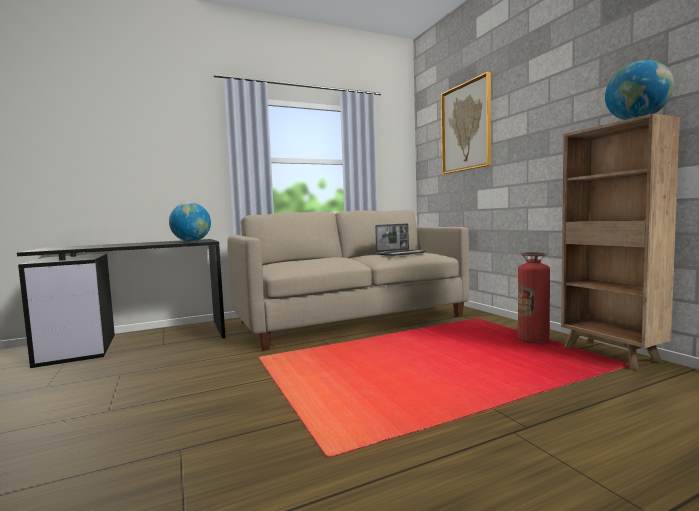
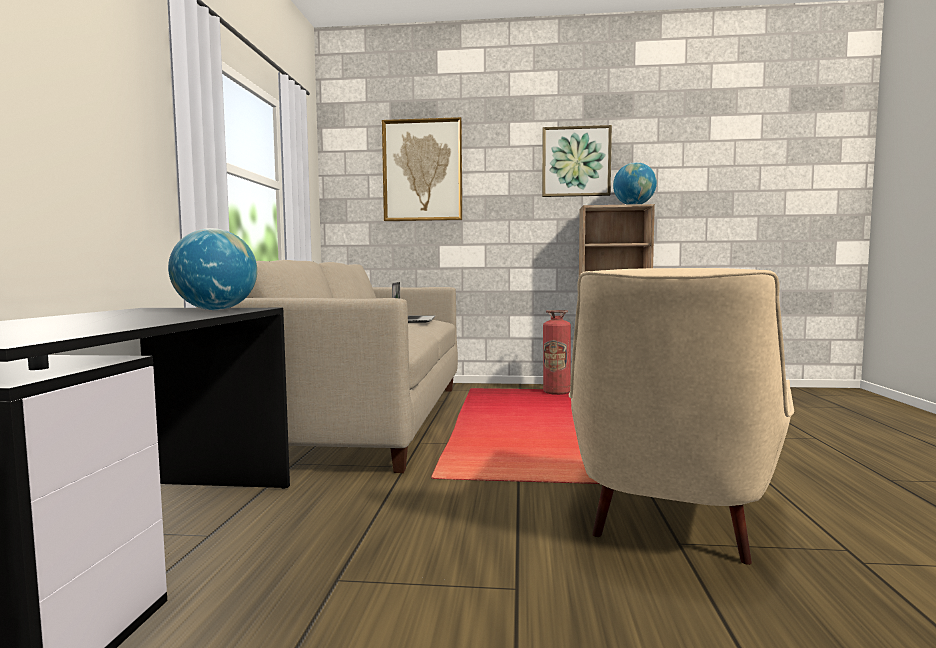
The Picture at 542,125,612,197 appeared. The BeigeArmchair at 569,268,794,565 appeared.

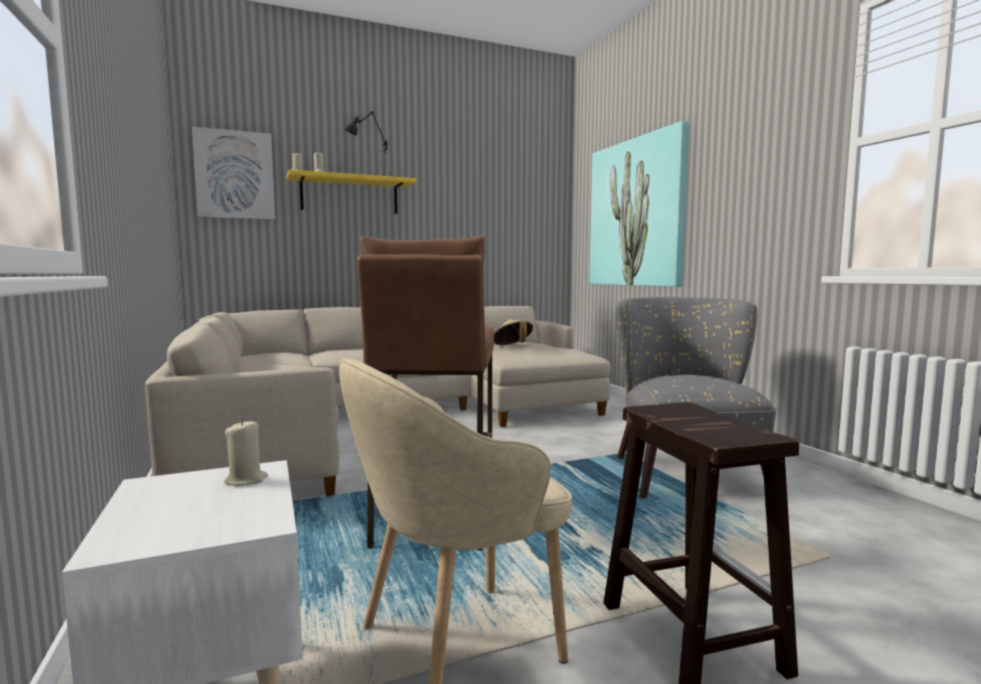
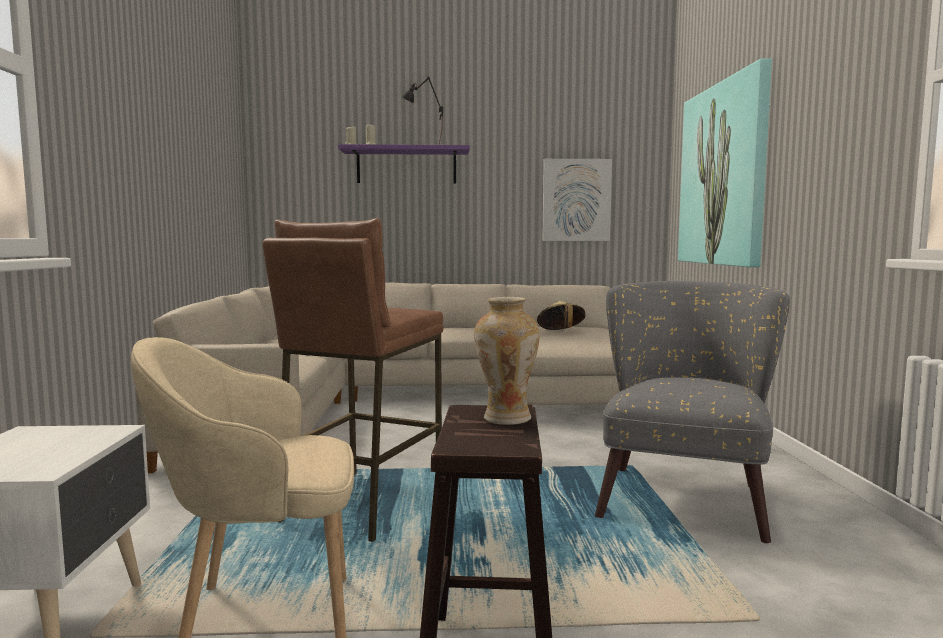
The Picture moved from 192,127,275,220 to 542,159,612,241. The YellowShelf at 287,170,417,214 became the PurpleShelf at 338,144,470,183. The BeigeCandle at 224,419,268,486 disappeared. The Vase at 474,297,539,425 appeared.

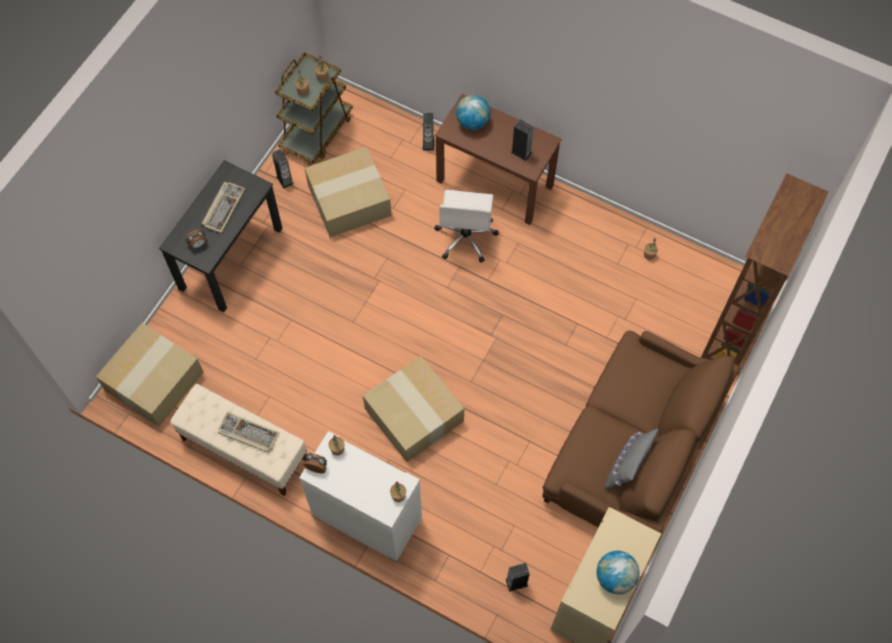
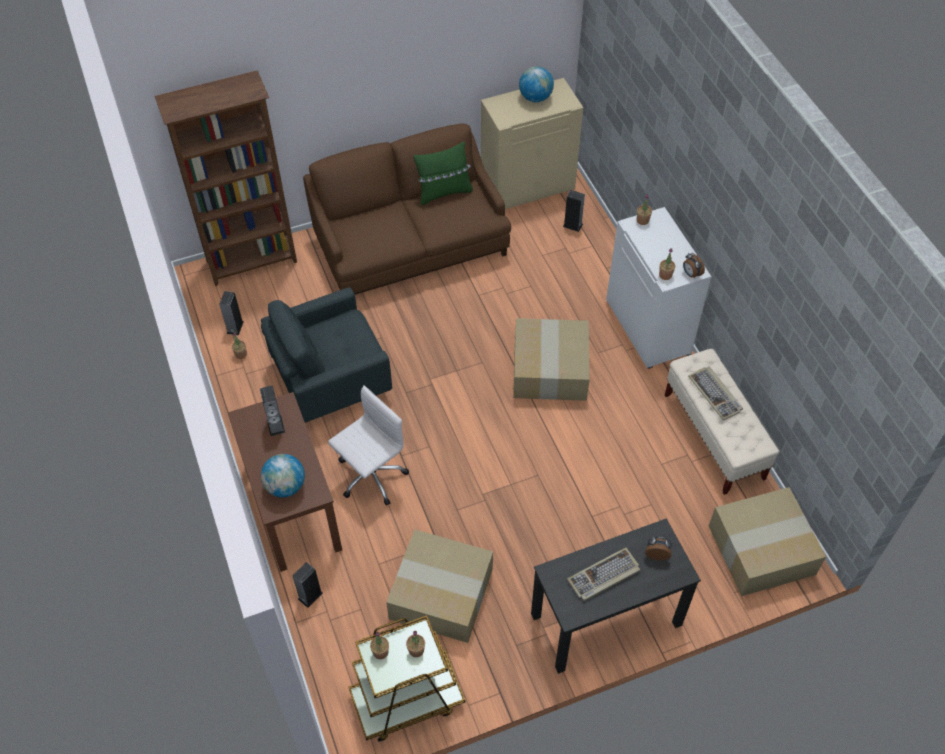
The Speaker moved from 272,149,294,188 to 219,291,244,335. The GreyPillow at 604,429,658,489 became the GreenPillow at 413,142,473,205. The GreyArmchair at 261,287,392,423 appeared.

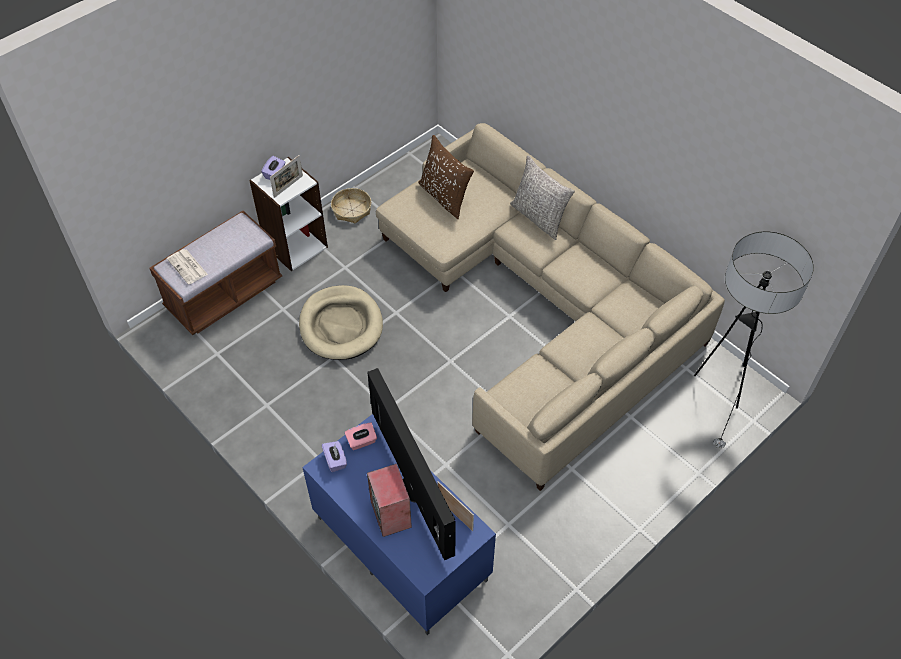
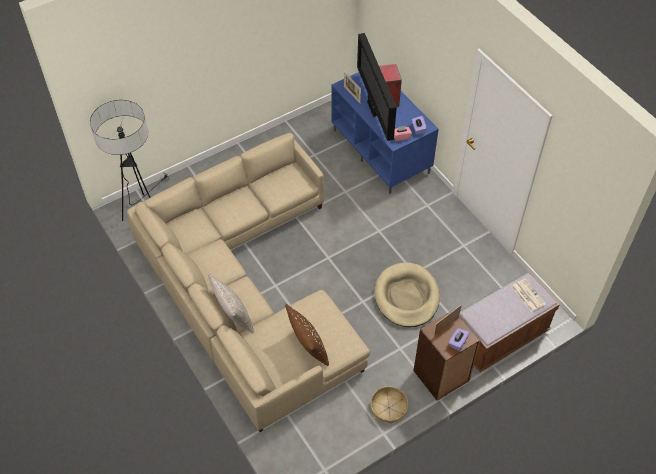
The WhiteBookcase at 249,157,328,271 became the BrownBookcase at 413,310,481,401.

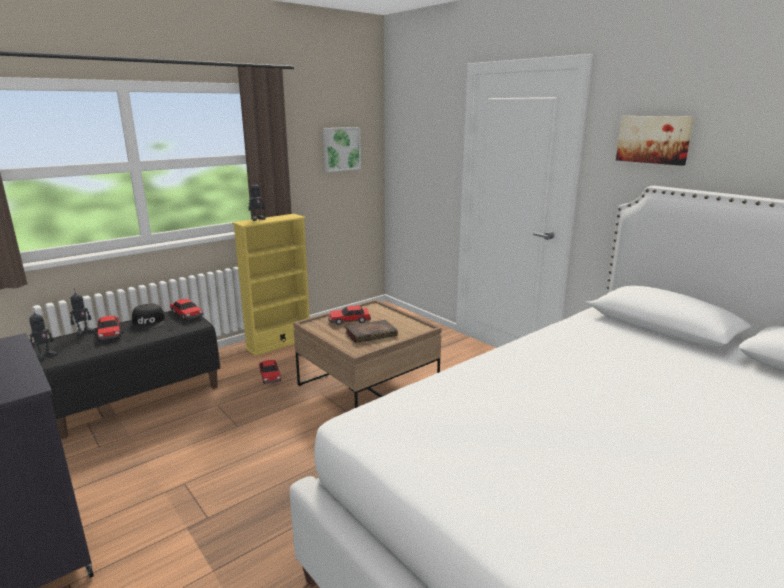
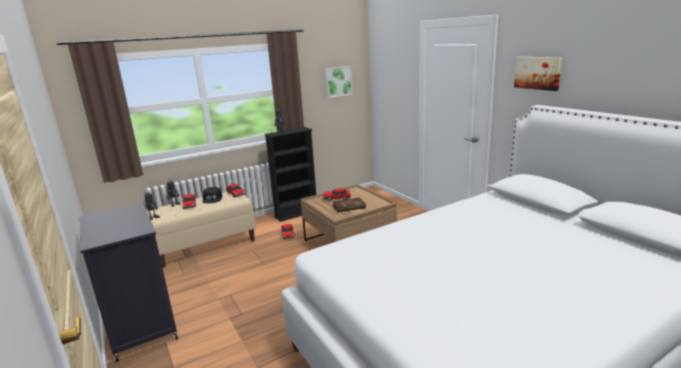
The YellowBookcase at 232,214,310,356 became the BlackBookcase at 264,127,316,222. The BlackBench at 33,310,220,439 became the BeigeBench at 147,191,256,268.

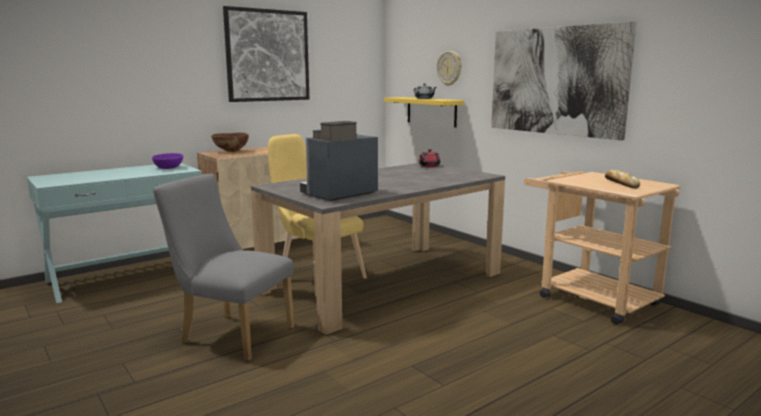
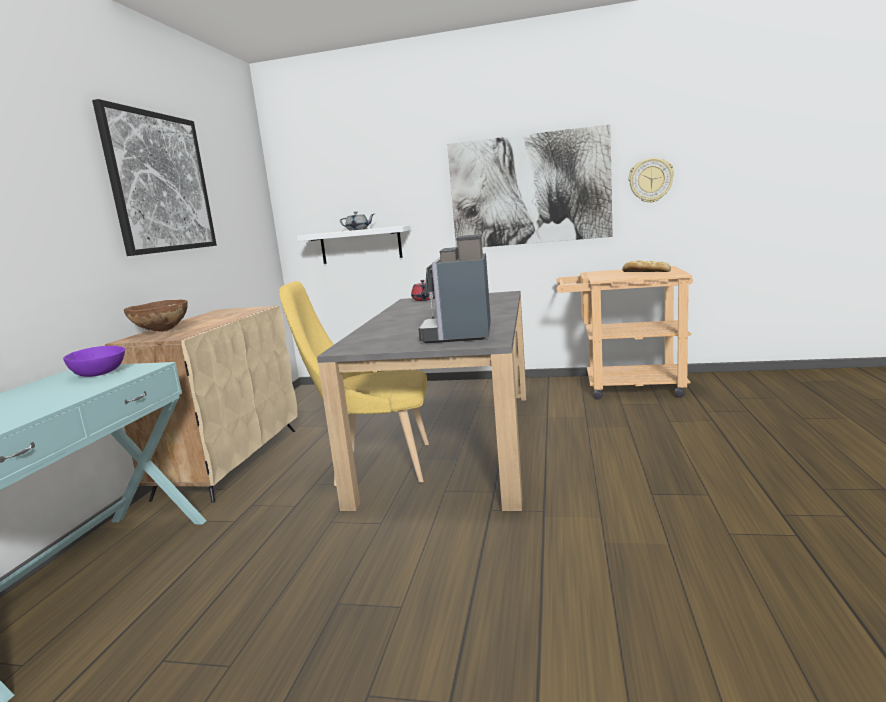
The WallClock moved from 437,51,462,86 to 629,158,674,203. The YellowShelf at 384,97,465,127 became the WhiteShelf at 297,225,411,264. The GreyChair at 153,174,294,361 disappeared.

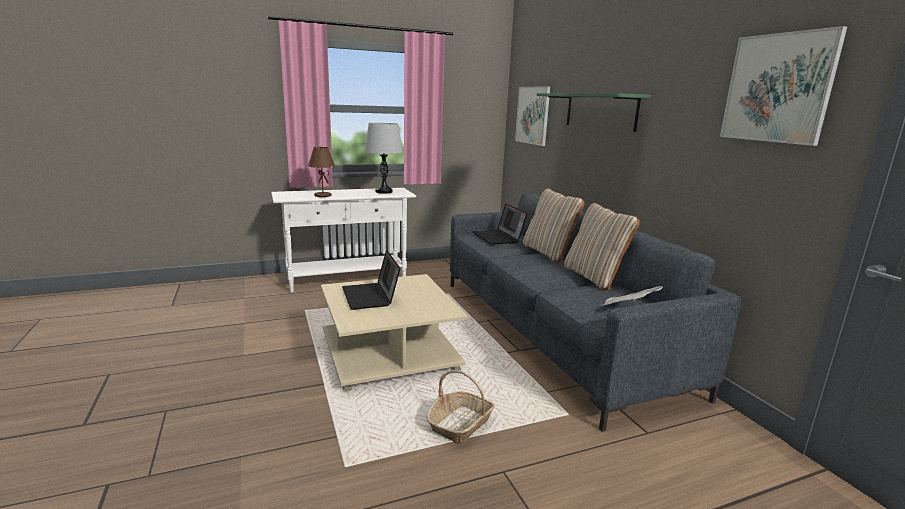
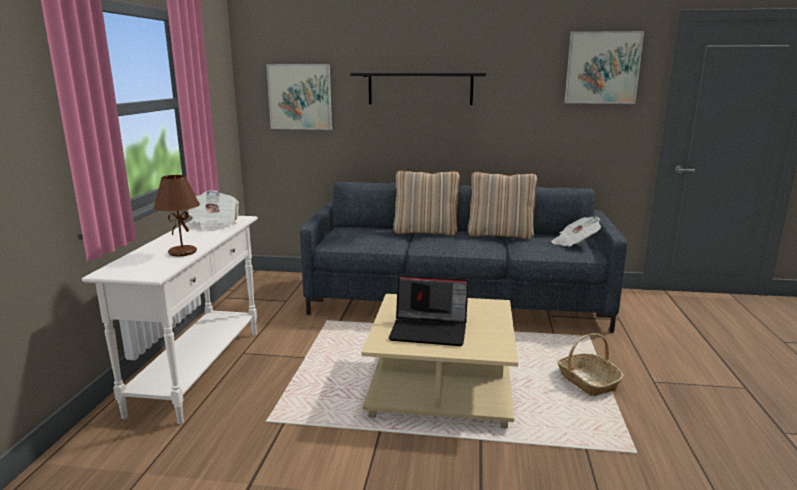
The GreenShelf at 537,93,651,132 became the BlackShelf at 350,73,486,105. The GreyTableLamp at 365,123,403,194 was replaced by the Newspaper at 187,190,239,232. The Laptop at 472,203,527,245 disappeared.

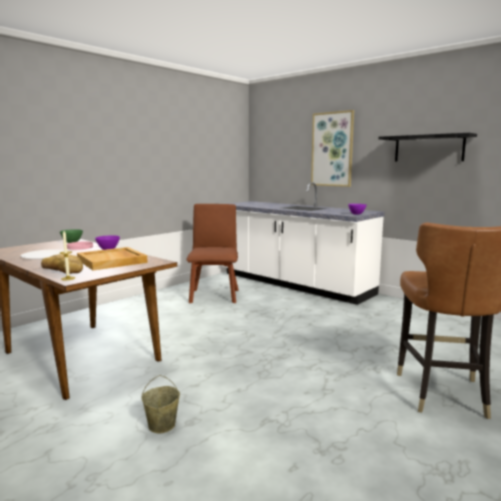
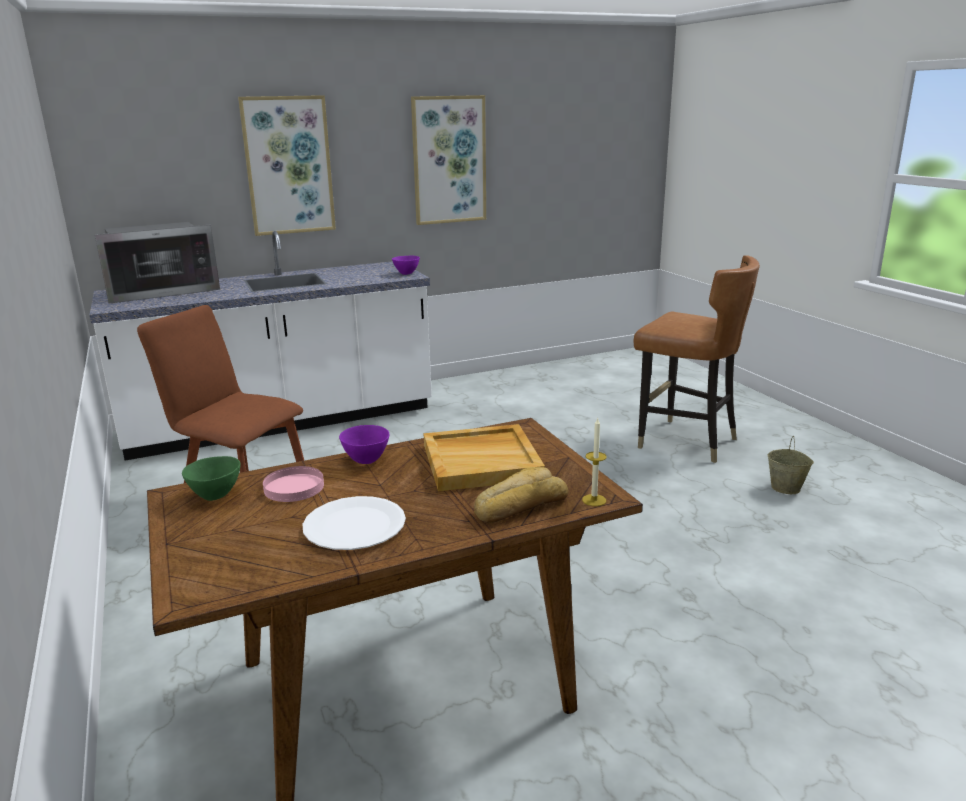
The BlackShelf at 378,133,477,162 was replaced by the Picture at 411,95,486,225. The BeigeBucket moved from 142,375,180,434 to 768,436,814,494. The Microwave at 95,222,220,304 appeared.

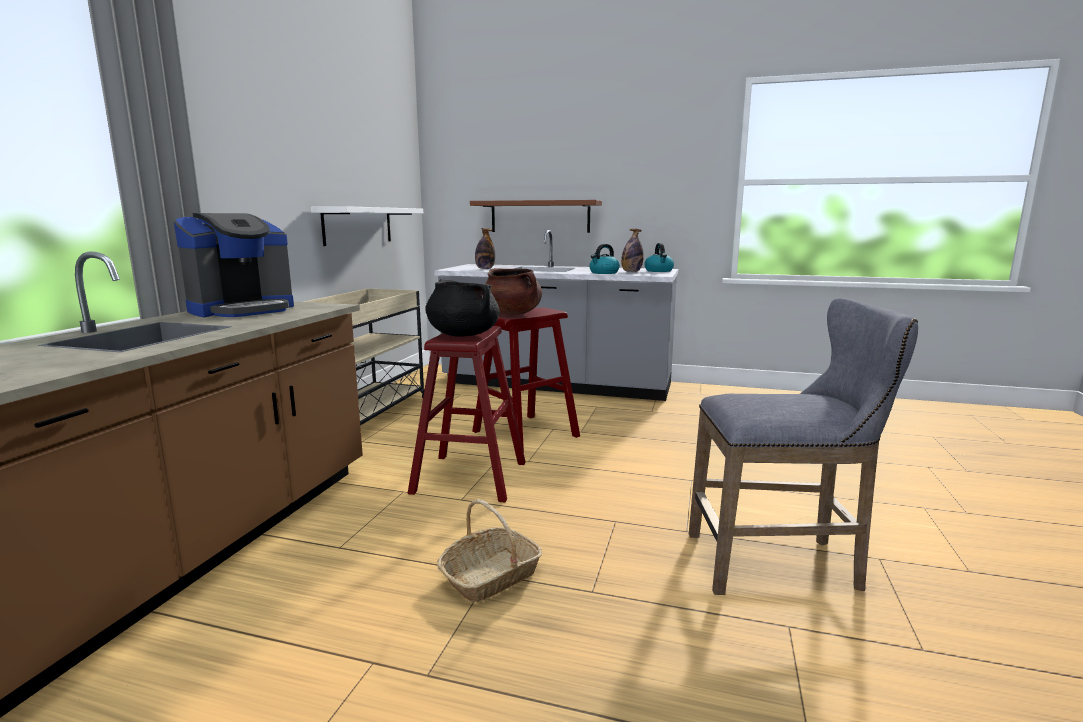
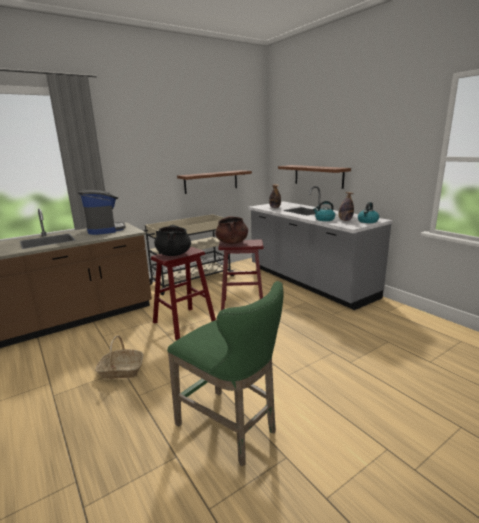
The WhiteShelf at 311,206,423,246 became the BrownShelf at 177,170,252,194. The CoffeeMachine at 174,213,294,317 turned 105 degrees counterclockwise. The GreyStool at 689,298,918,595 became the GreenStool at 167,281,283,466.

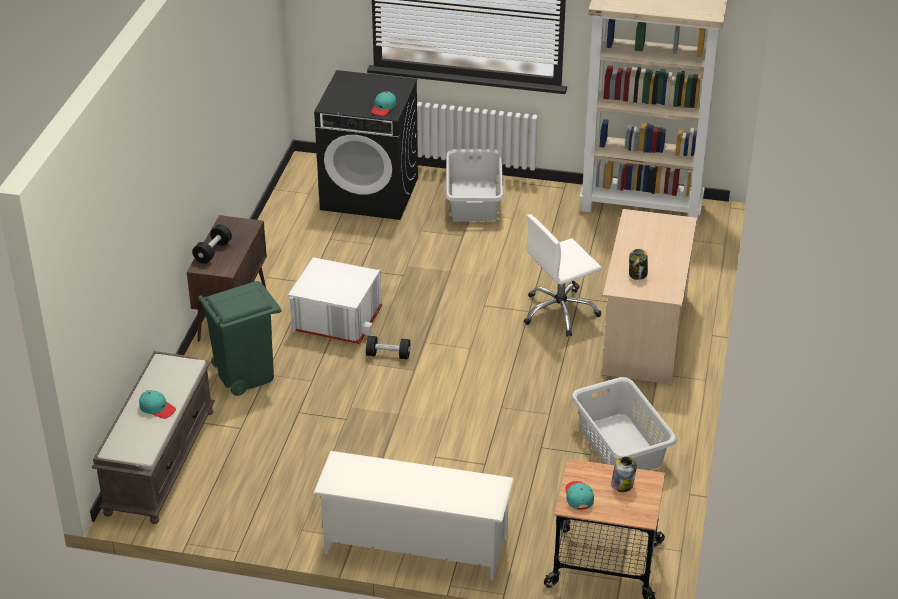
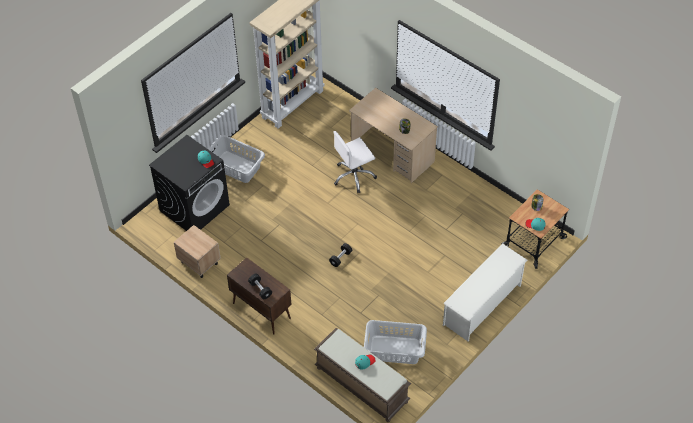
The WhiteOfficeChair at 524,214,601,337 turned 60 degrees clockwise. The WhiteStorageBox at 288,257,382,344 disappeared. The GreenTrashCan at 198,281,282,396 disappeared. The GreyLaundryBasket moved from 571,377,676,470 to 364,320,427,364. The BeigeNightstand at 174,225,221,278 appeared.

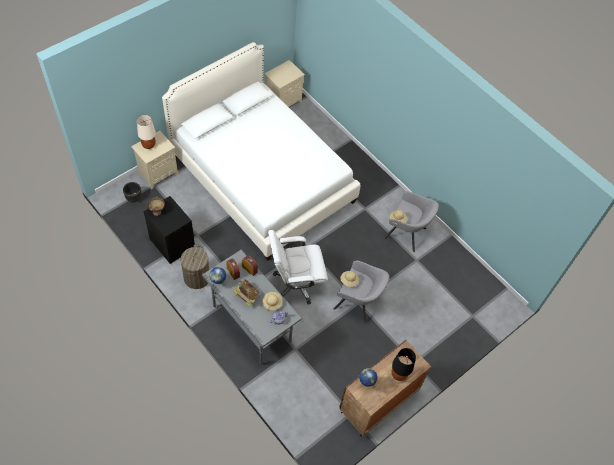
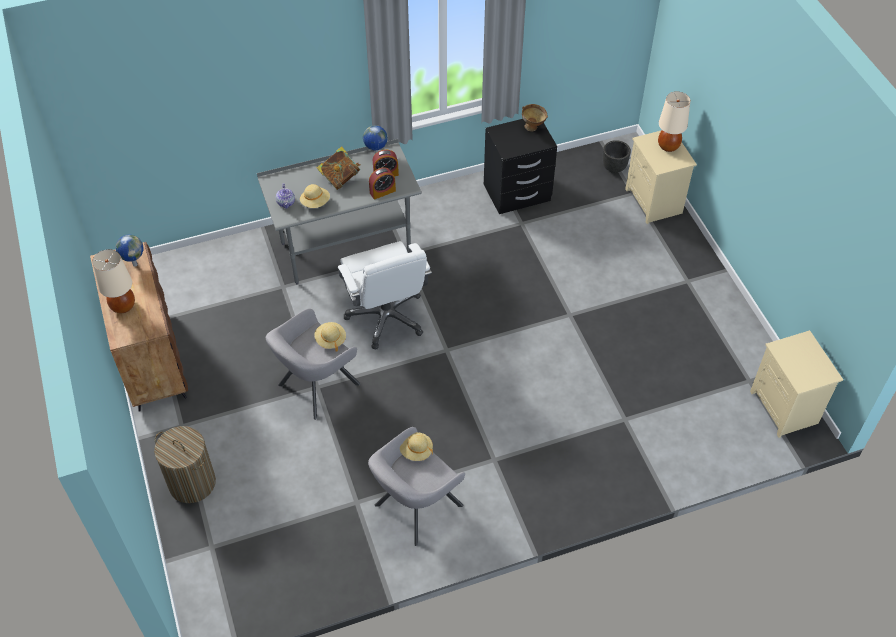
The WhiteBed at 162,42,360,261 disappeared. The WhiteOfficeChair at 268,230,328,305 turned 150 degrees clockwise. The LaundryBasket moved from 180,246,209,289 to 154,426,216,503. The BlackTableLamp at 391,348,416,381 became the BeigeTableLamp at 92,249,135,313.

